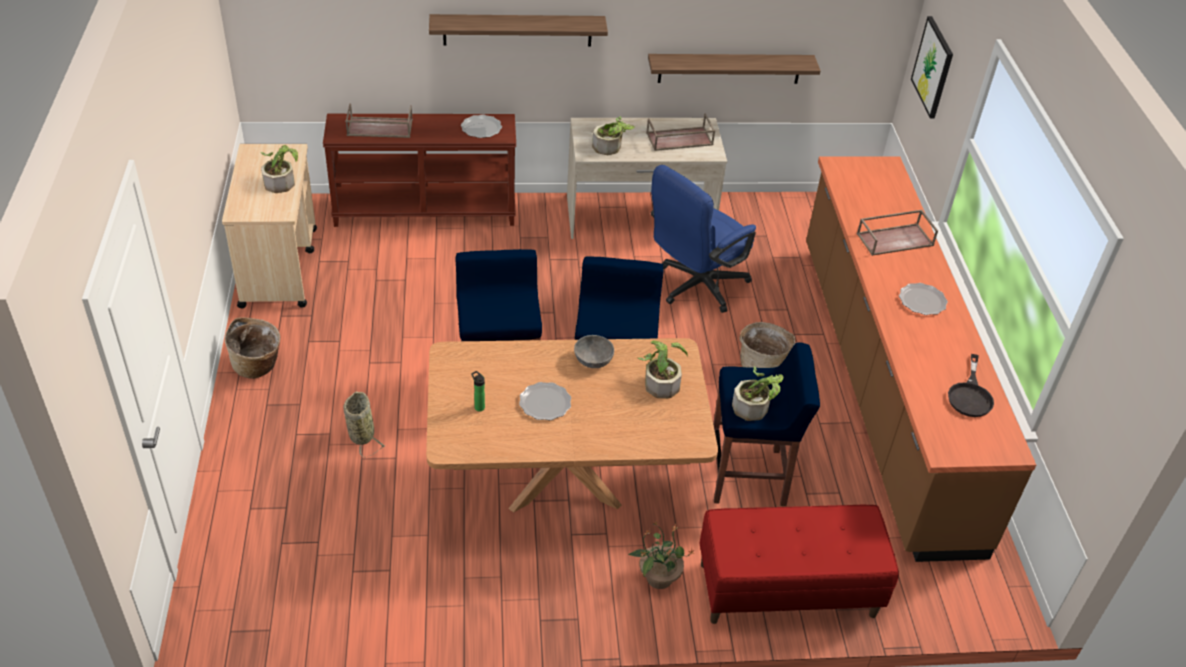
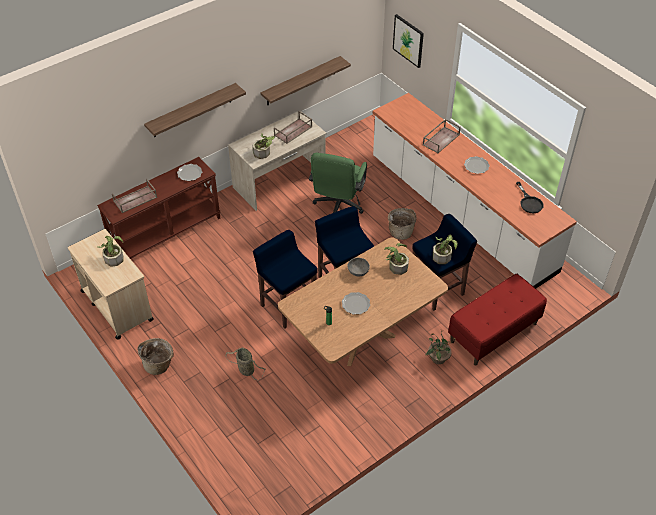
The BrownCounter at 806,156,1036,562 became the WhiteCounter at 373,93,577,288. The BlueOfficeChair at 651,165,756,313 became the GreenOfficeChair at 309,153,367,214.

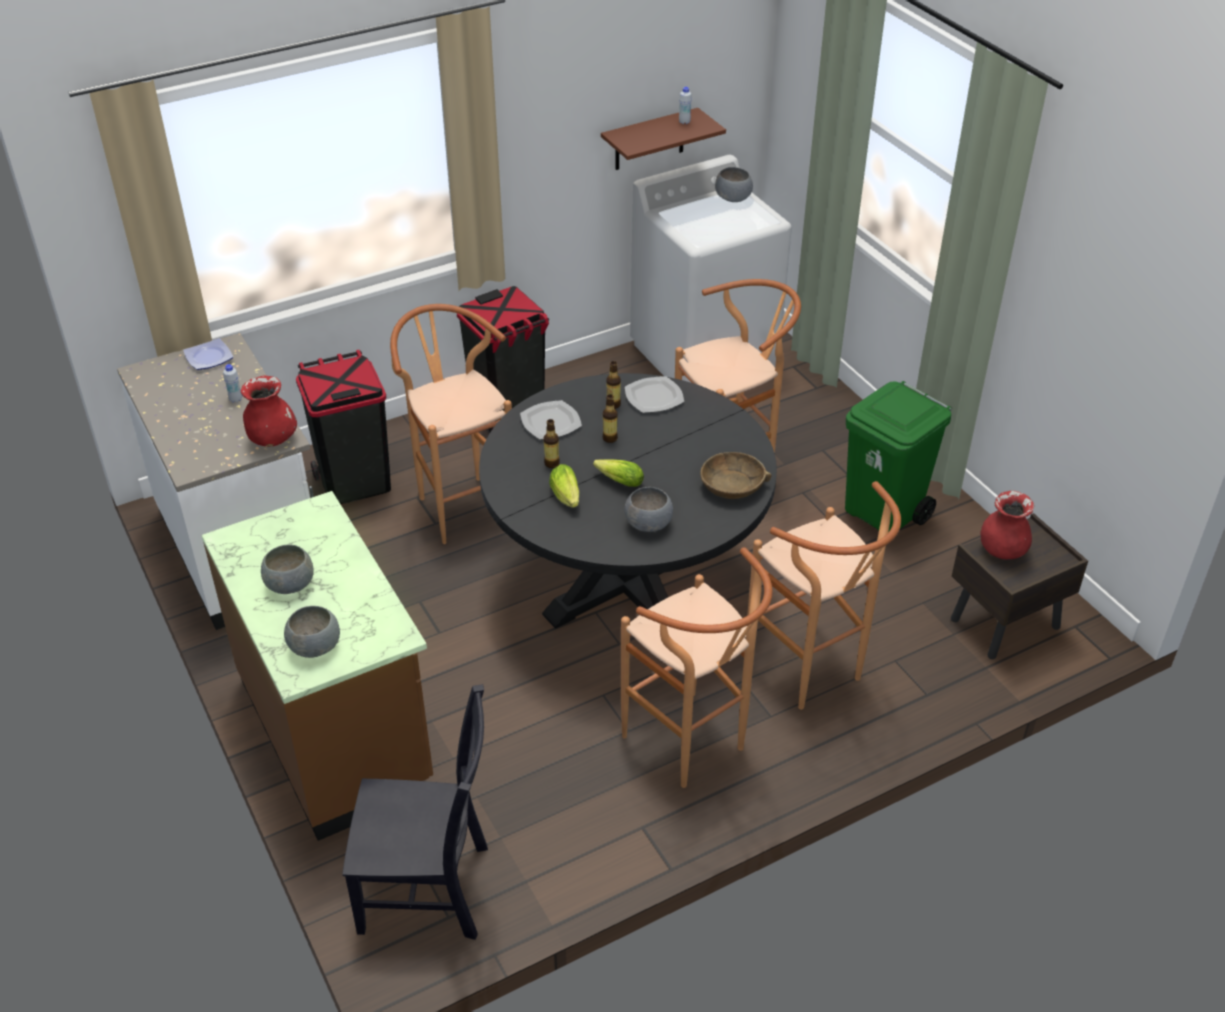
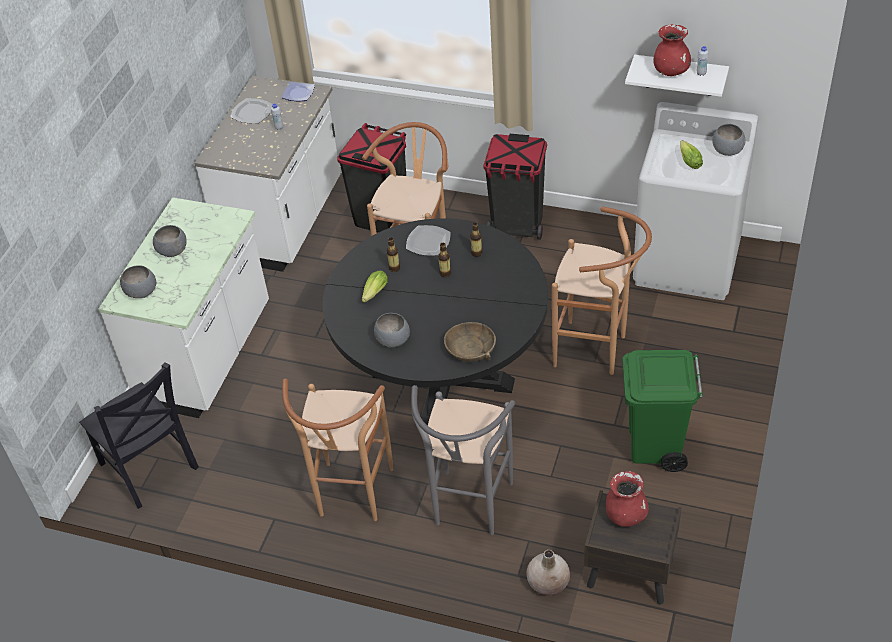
The BrownShelf at 601,108,726,170 became the WhiteShelf at 625,55,729,97. The RedVase moved from 241,376,297,446 to 653,24,691,76. The Plate moved from 625,376,684,413 to 230,98,273,124. The Lettuce moved from 593,459,644,487 to 680,140,703,169. The BrownStool at 747,481,901,710 became the GreyStool at 411,385,515,535. The BrownCounter at 201,491,433,841 became the WhiteCounter at 98,197,269,418. The BeigeVase at 526,550,570,595 appeared.

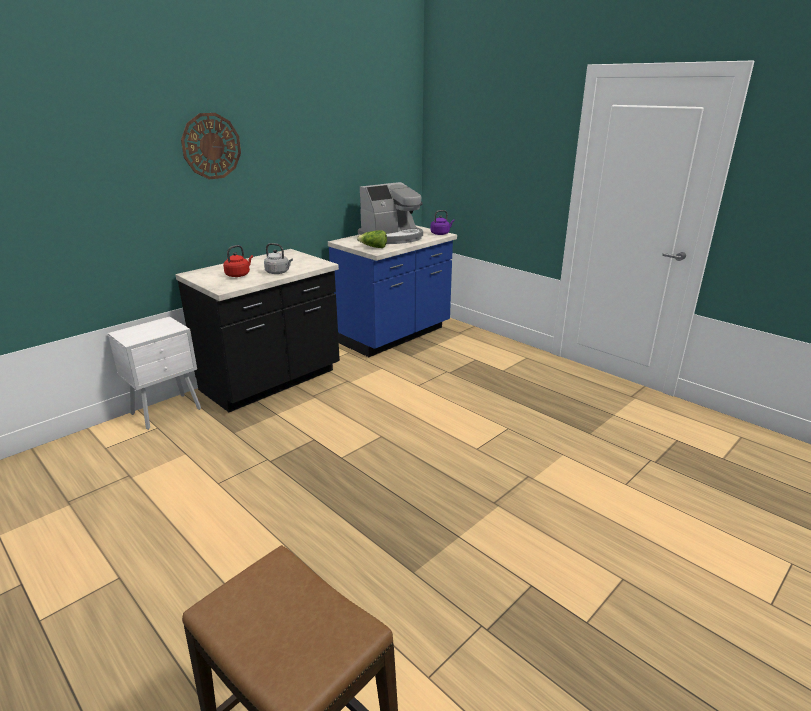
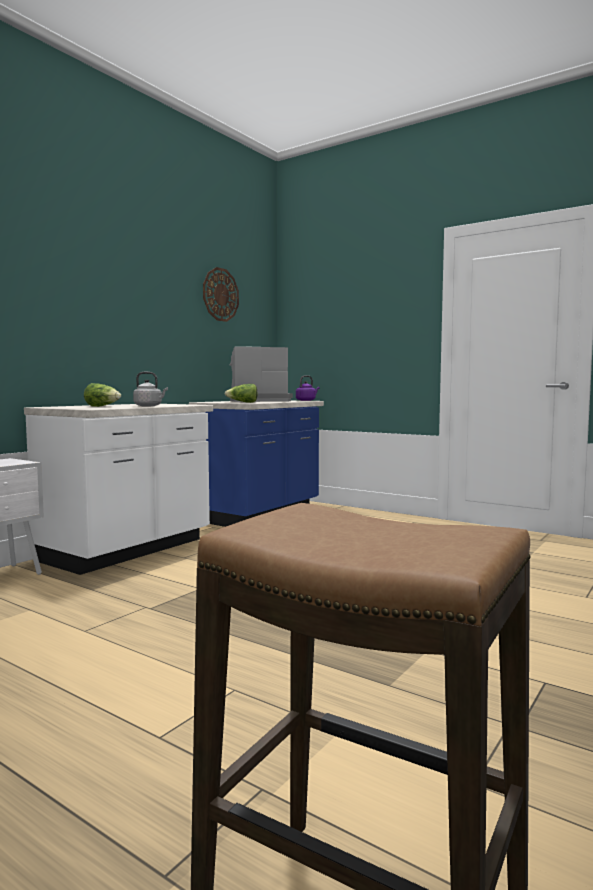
The WallClock moved from 181,113,241,180 to 203,267,239,322. The CoffeeMachine at 358,182,423,244 turned 150 degrees counterclockwise. The RedKettle at 223,245,253,277 was replaced by the Lettuce at 84,383,121,407. The BlackCounter at 175,249,340,412 became the WhiteCounter at 24,404,213,575.

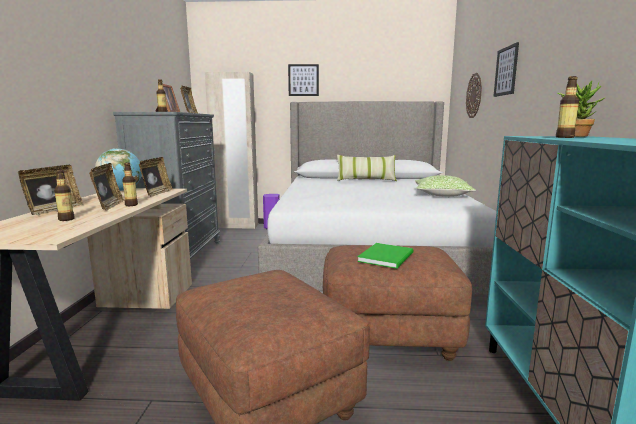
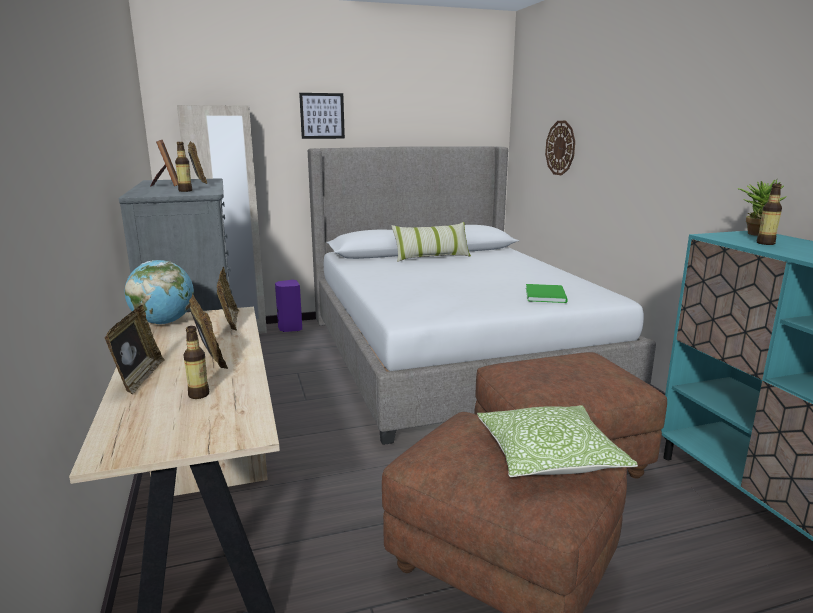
The Picture at 493,42,519,97 disappeared. The Bottle at 122,163,138,206 disappeared. The Pillow moved from 415,175,476,197 to 477,405,638,477. The GreenBook moved from 357,243,414,269 to 526,284,568,303.

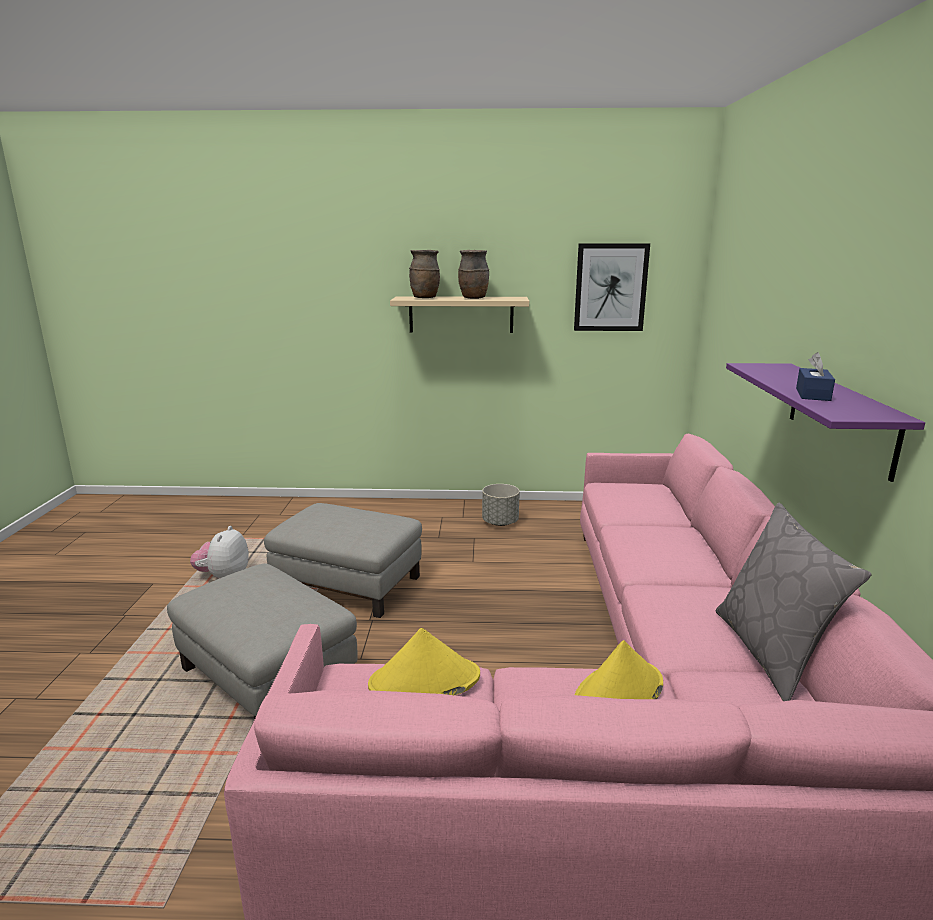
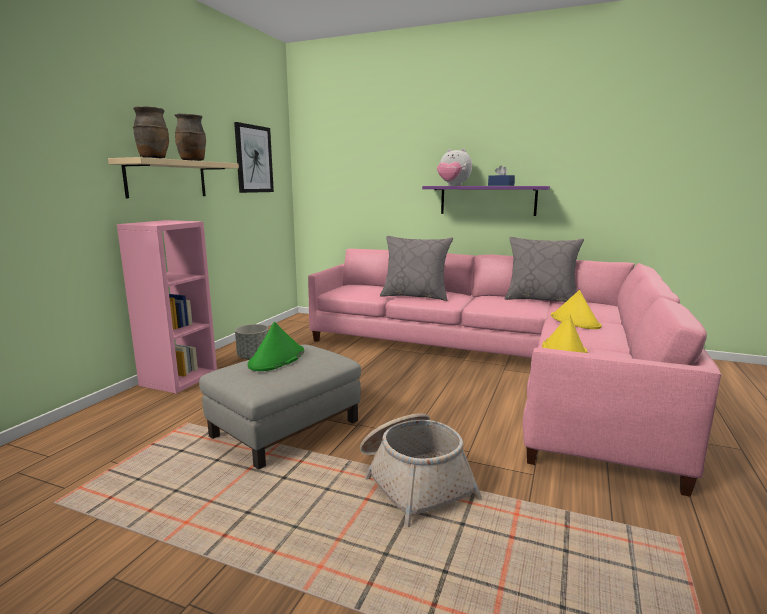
The PlushToy moved from 190,526,249,578 to 437,148,472,186. The GreyOttoman at 167,563,358,720 was replaced by the Basket at 360,413,482,527. The PinkBookcase at 117,220,217,394 appeared. The GreyPillow at 380,236,453,301 appeared. The GreenHat at 248,322,304,371 appeared.

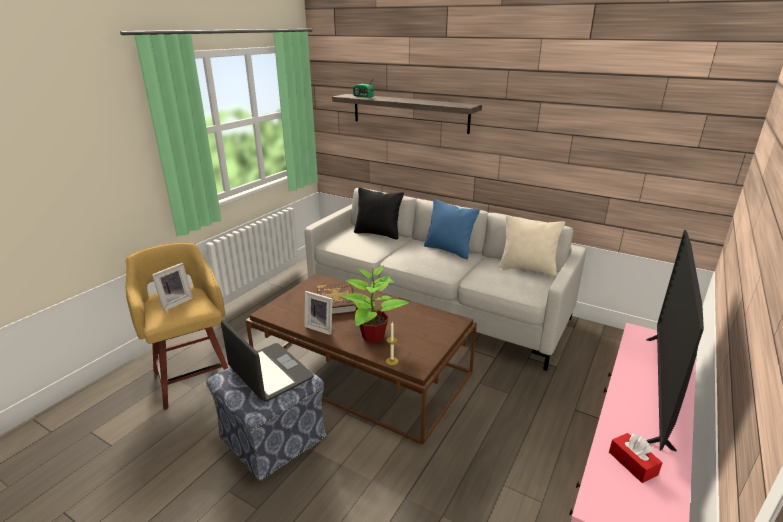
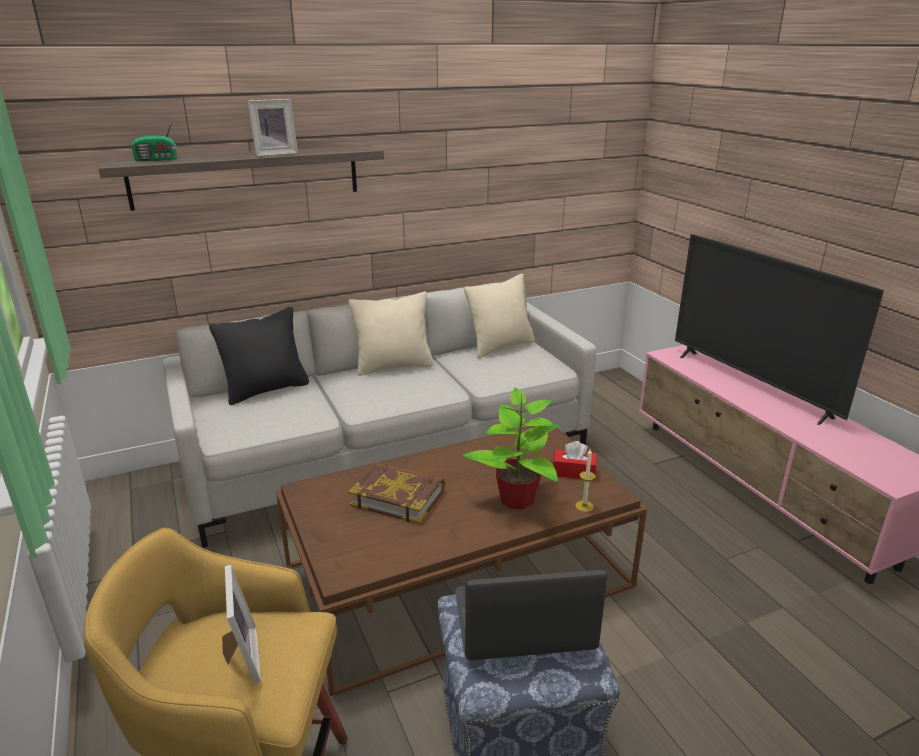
The BluePillow at 424,199,480,259 became the BeigePillow at 349,292,434,376. The PictureFrame moved from 304,291,333,335 to 247,99,298,157. The RedTissueBox moved from 609,433,663,483 to 553,441,597,480.

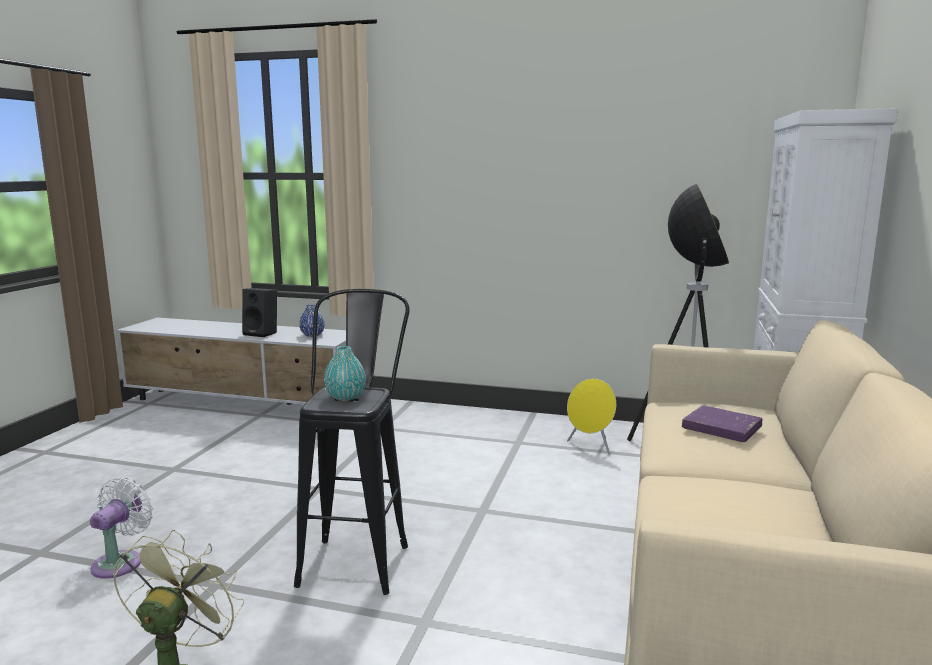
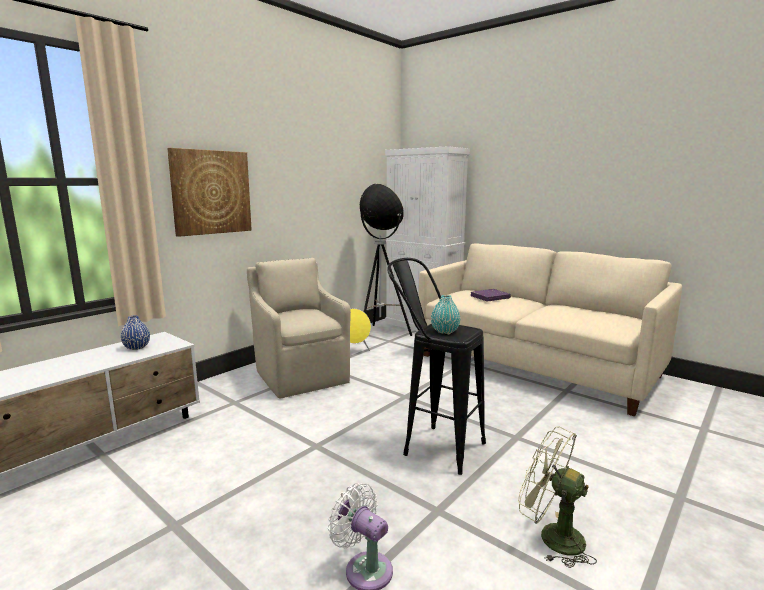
The BlackSpeaker at 242,288,277,337 disappeared. The Picture at 167,148,252,237 appeared. The BeigeArmchair at 247,258,351,399 appeared.

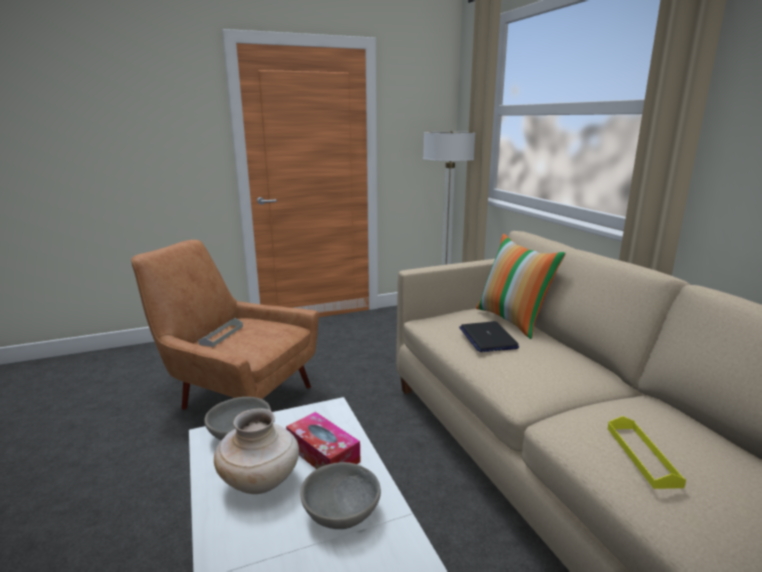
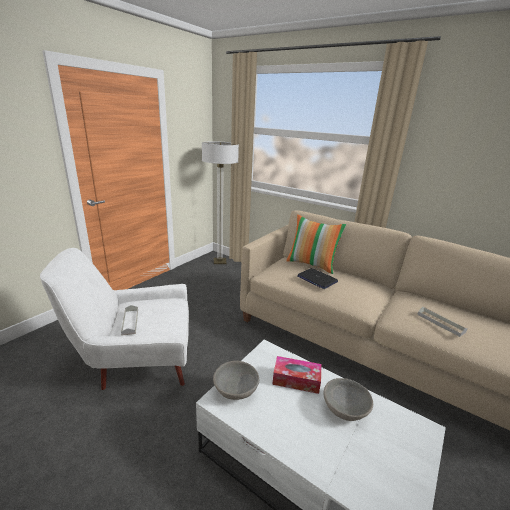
The BrownArmchair at 131,240,319,410 became the WhiteArmchair at 40,248,189,390. The BeigeVase at 214,408,299,494 disappeared. The YellowTray at 608,416,686,489 became the GreyTray at 417,307,467,337.

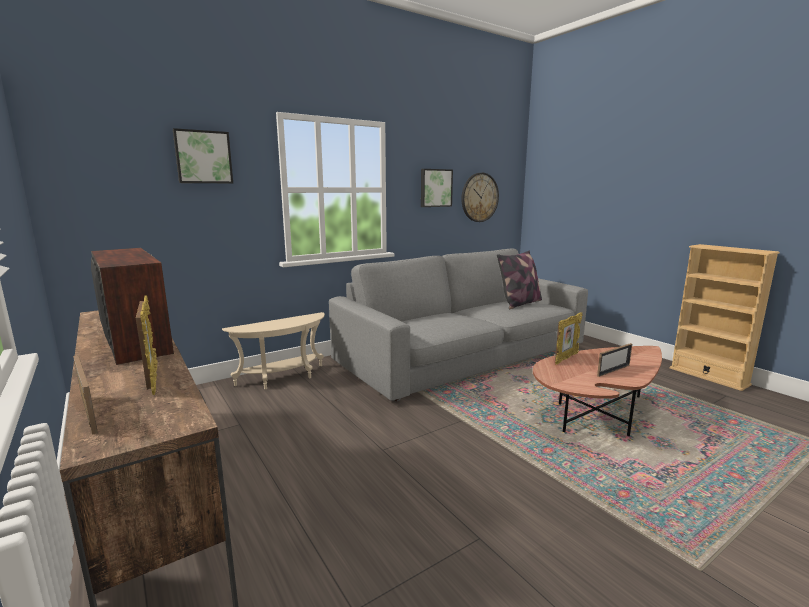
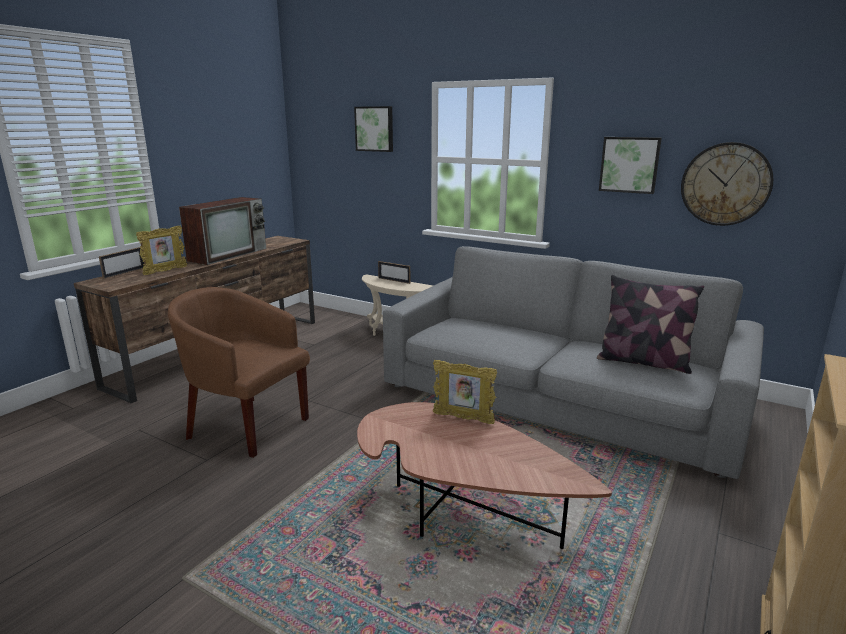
The PictureFrame moved from 597,343,632,377 to 378,261,410,284. The BrownArmchair at 168,287,310,458 appeared.

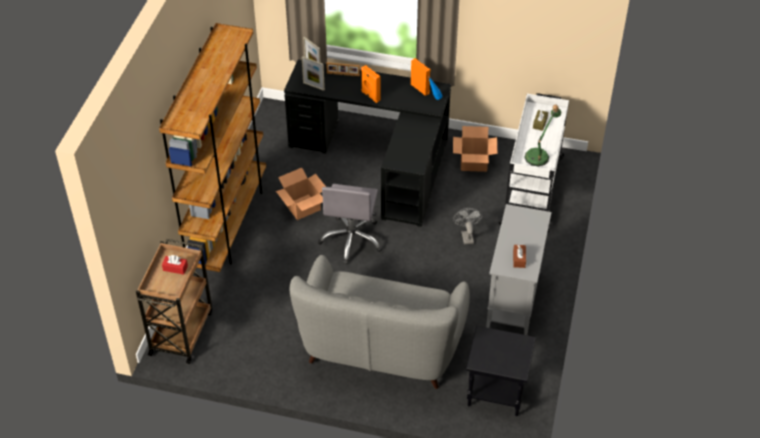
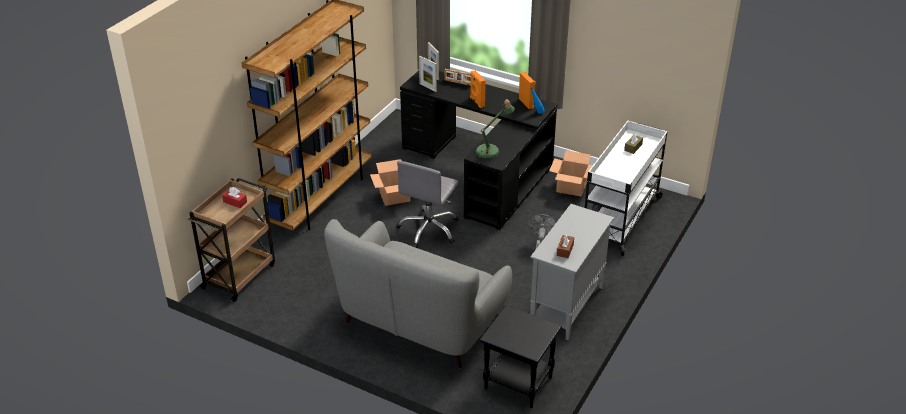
The TableLamp moved from 525,105,561,166 to 476,100,515,159.

